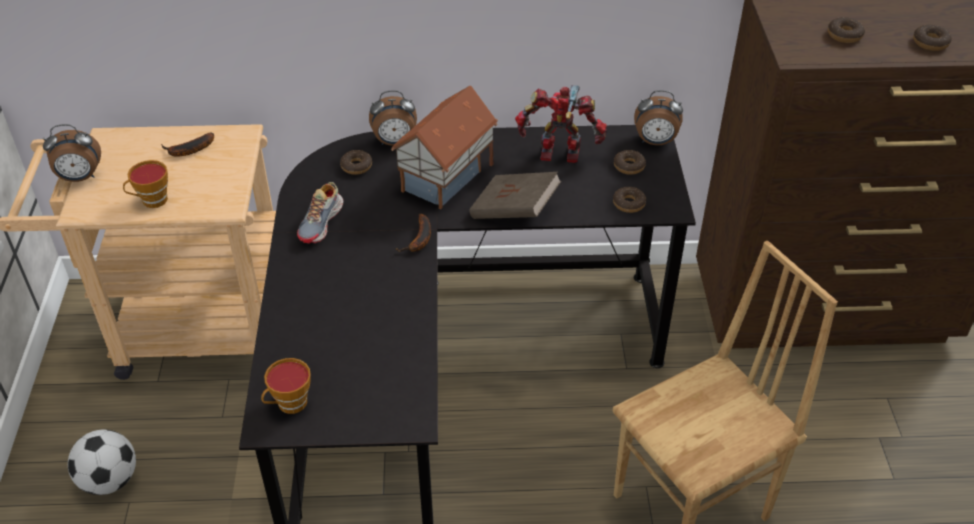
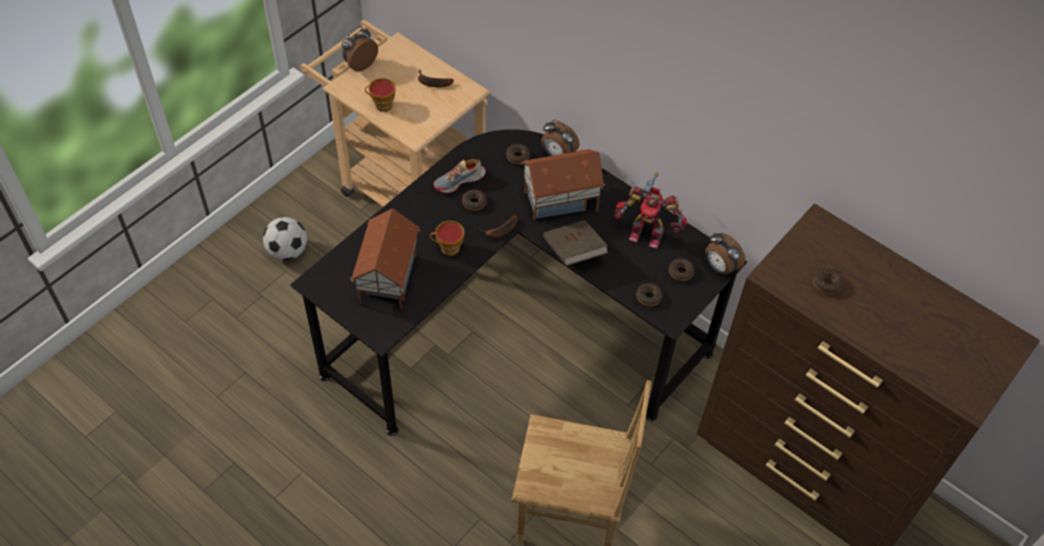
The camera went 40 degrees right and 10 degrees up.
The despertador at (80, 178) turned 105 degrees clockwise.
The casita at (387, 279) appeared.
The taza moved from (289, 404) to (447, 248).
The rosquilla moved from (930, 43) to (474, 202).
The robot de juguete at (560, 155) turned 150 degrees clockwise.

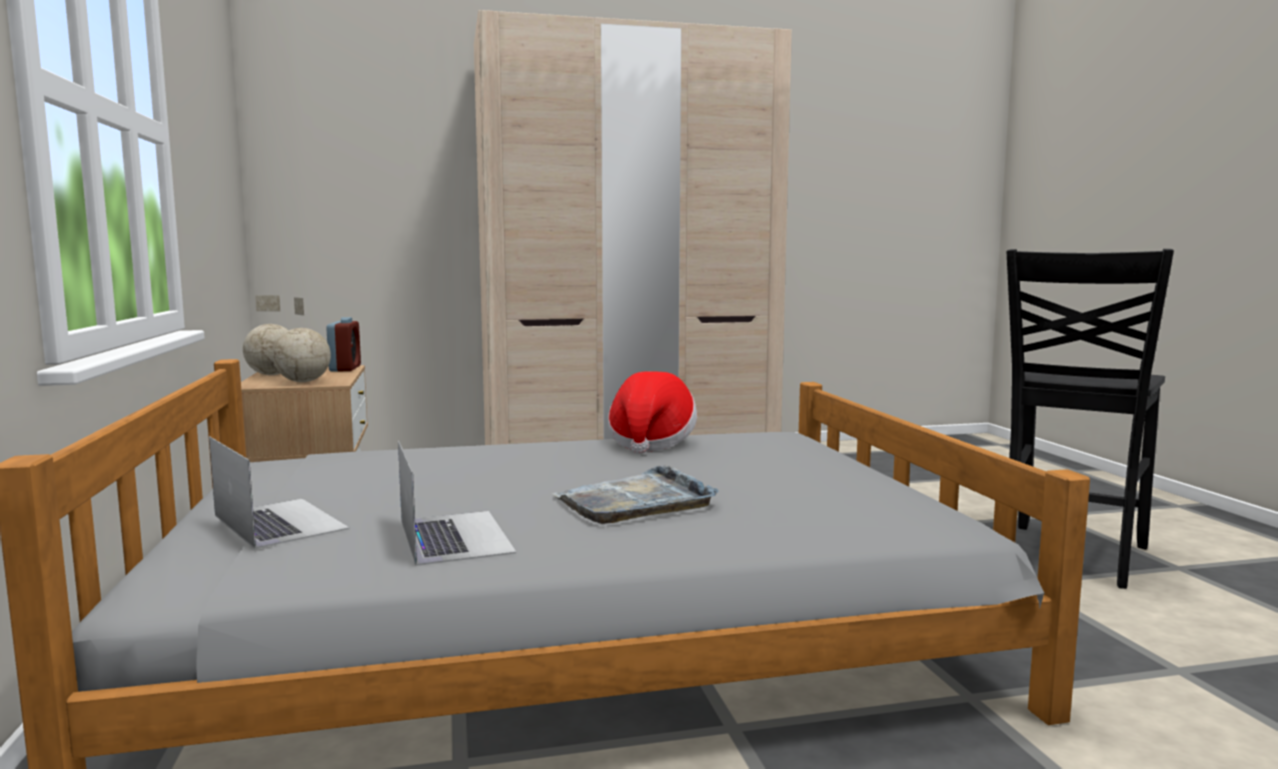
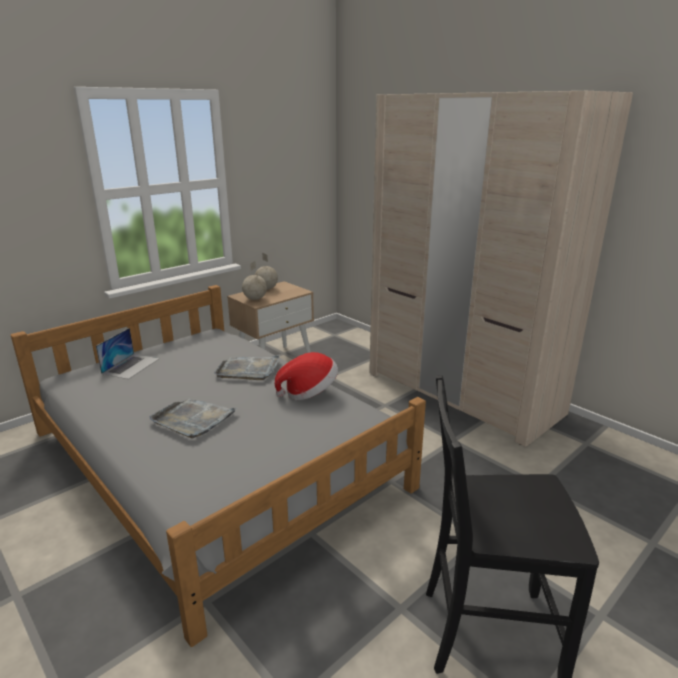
The camera went 60 degrees right and 15 degrees up.
The bandeja [gris] at (248, 369) appeared.
The despertador at (345, 368) disappeared.
The portátil at (454, 536) disappeared.

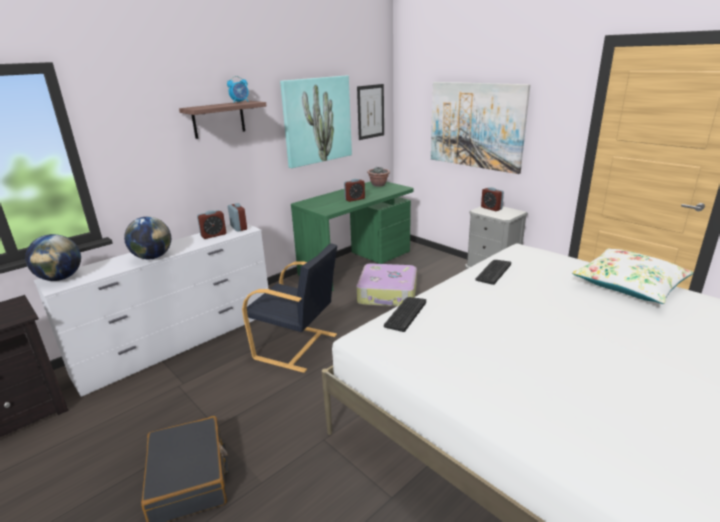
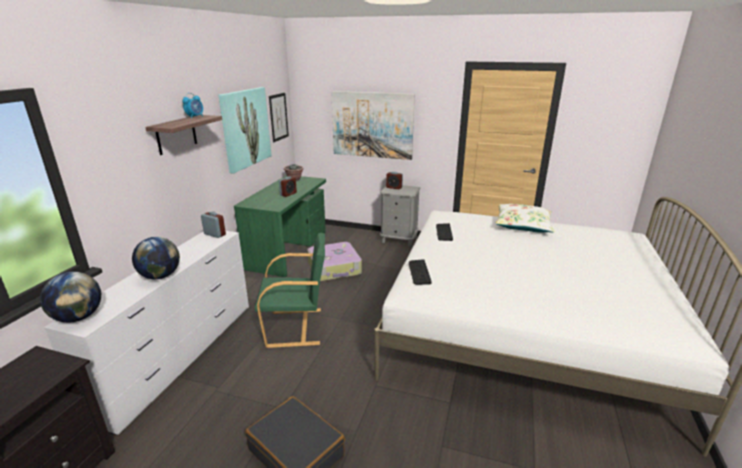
The camera went 30 degrees left and 0 degrees up.
The sillón [negro] at (297, 347) became the sillón [verde] at (296, 327).
The despertador at (213, 235) disappeared.

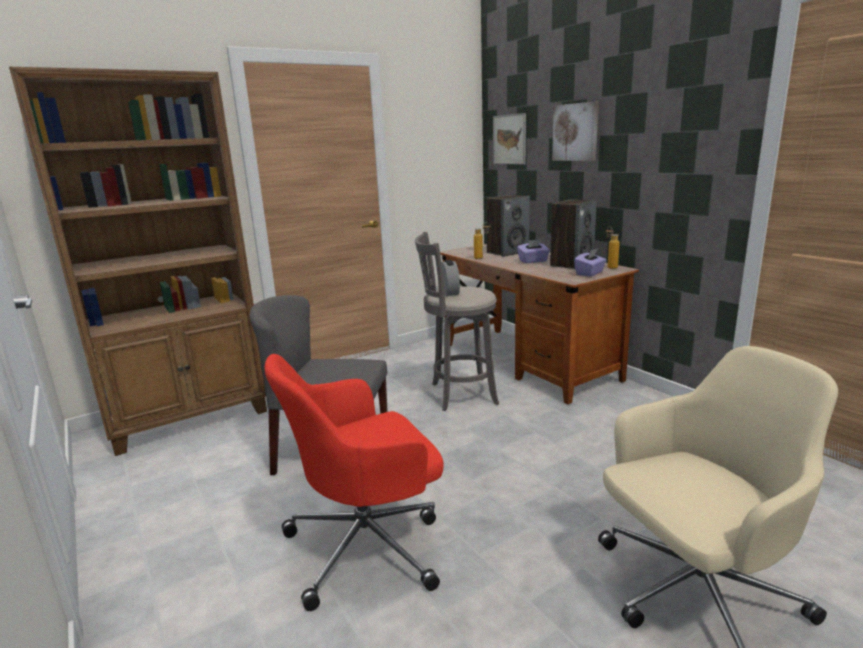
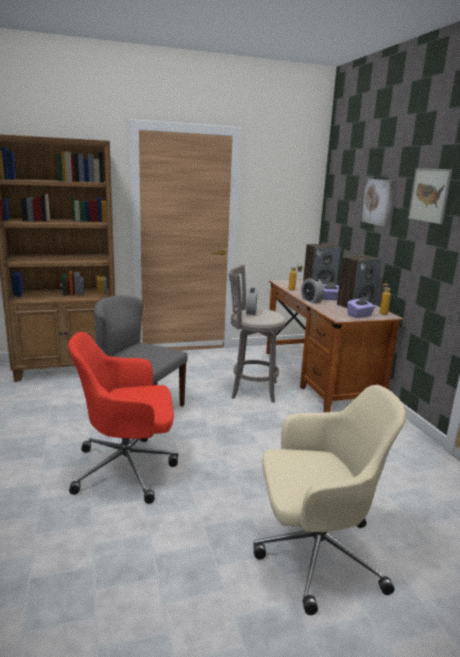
The camera went 15 degrees right and 0 degrees up.
The despertador at (311, 300) appeared.
The cuadro moved from (509, 139) to (429, 195).

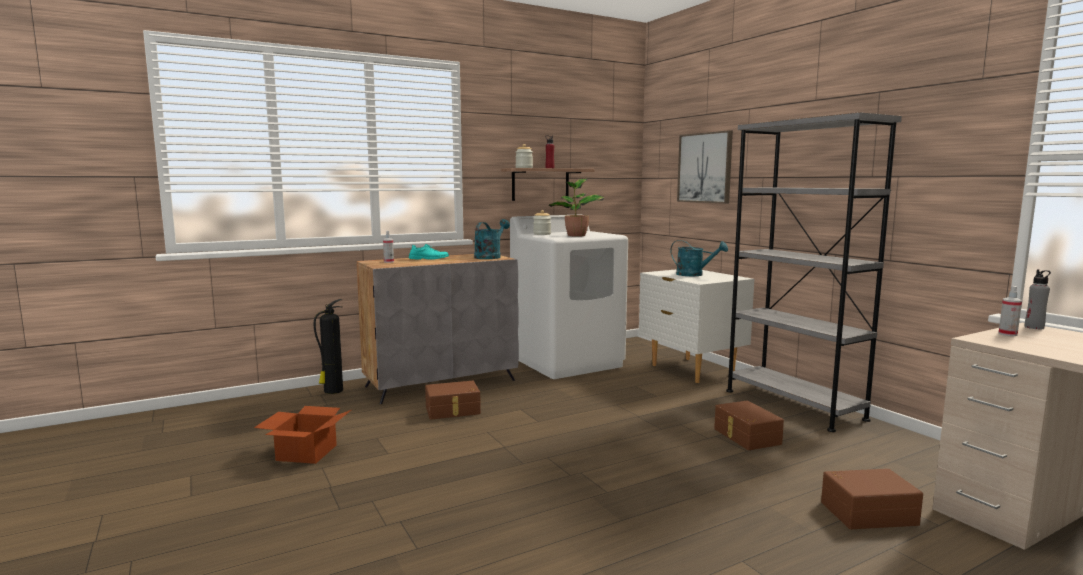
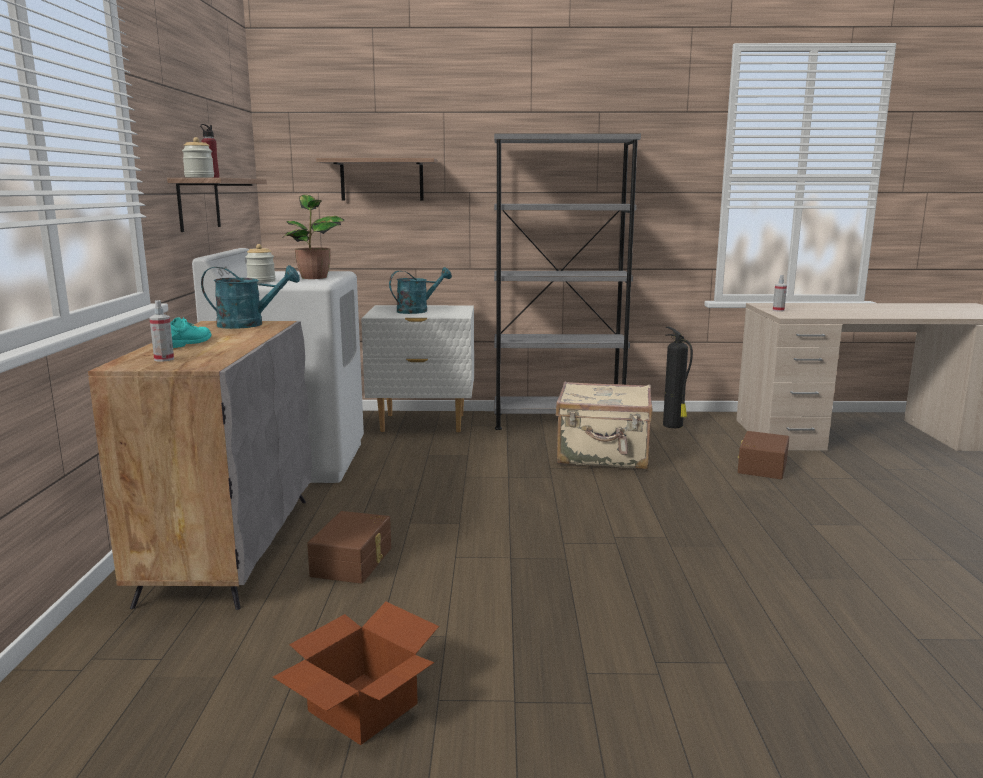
The camera went 60 degrees left and 5 degrees up.
The regadera [turquesa] at (490, 257) turned 120 degrees clockwise.
The cuadro at (705, 168) was replaced by the estante at (382, 180).
The caja de almacenaje [marrón] at (746, 436) was replaced by the maleta [beis] at (604, 455).
The extintor moved from (332, 391) to (673, 426).
The botella [gris] at (1034, 327) disappeared.

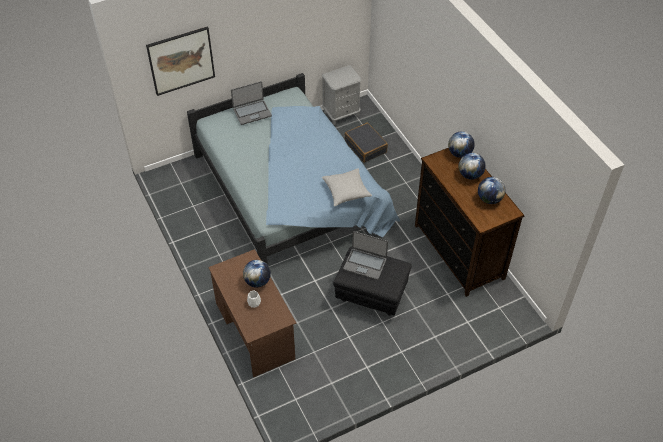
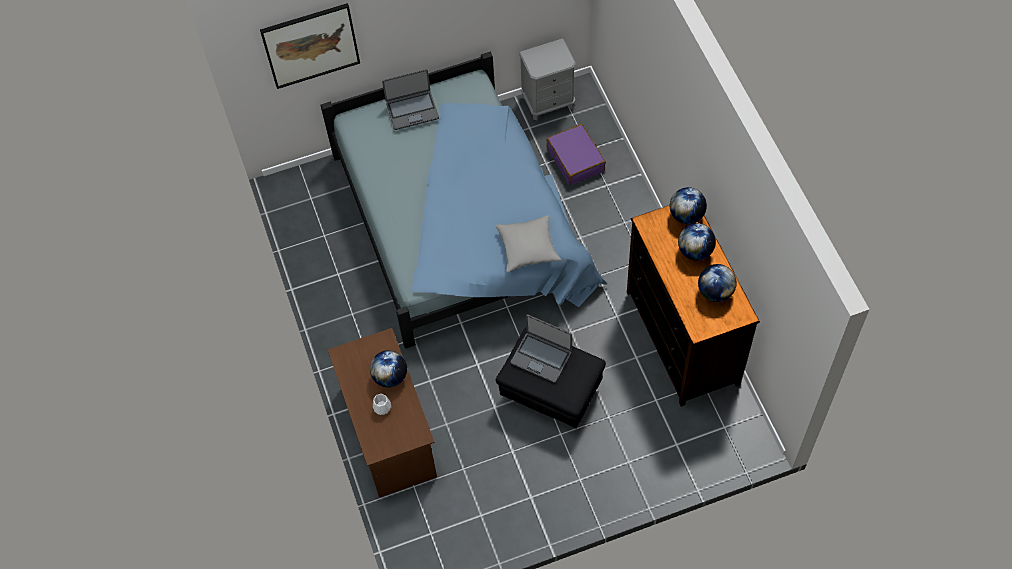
The camera went 10 degrees right and 10 degrees up.
The maleta [negro] at (366, 147) became the maleta [morado] at (576, 160).

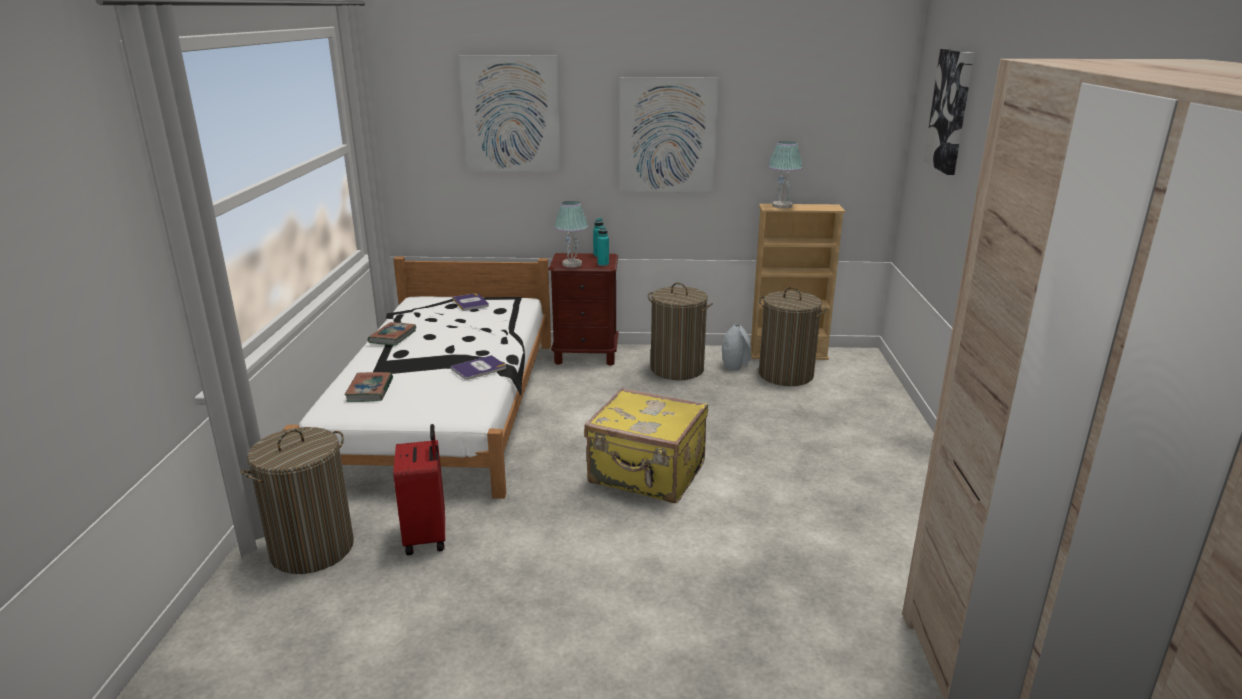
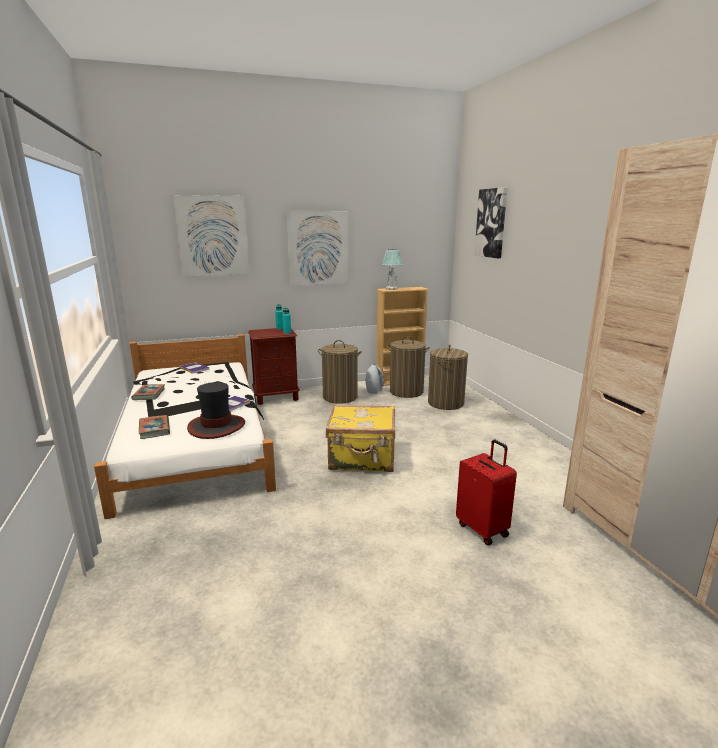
The camera went 20 degrees left and 5 degrees down.
The sombrero at (216, 426) appeared.
The cesto de la ropa moved from (312, 549) to (445, 403).
The maleta [rojo] moved from (427, 537) to (483, 529).
The lámpara de mesa at (572, 264) disappeared.

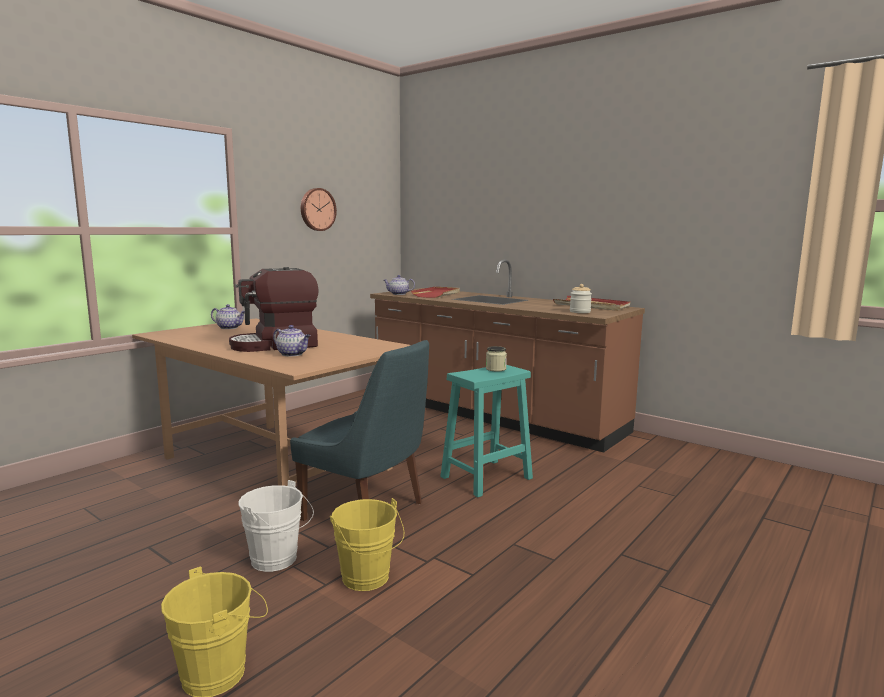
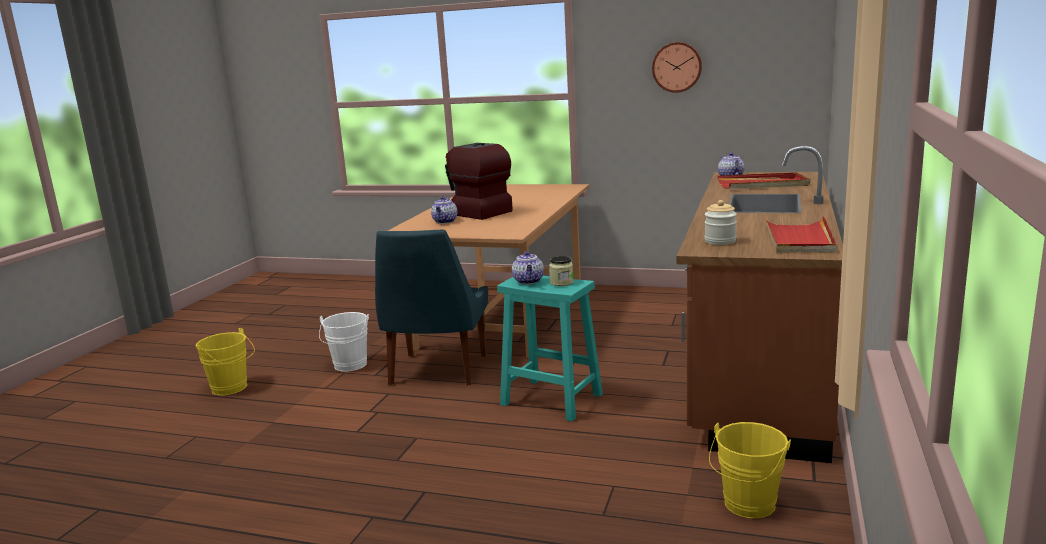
The camera went 70 degrees right and 5 degrees up.
The tetera moved from (230, 328) to (529, 281).
The cubo [amarillo] moved from (368, 580) to (747, 507).

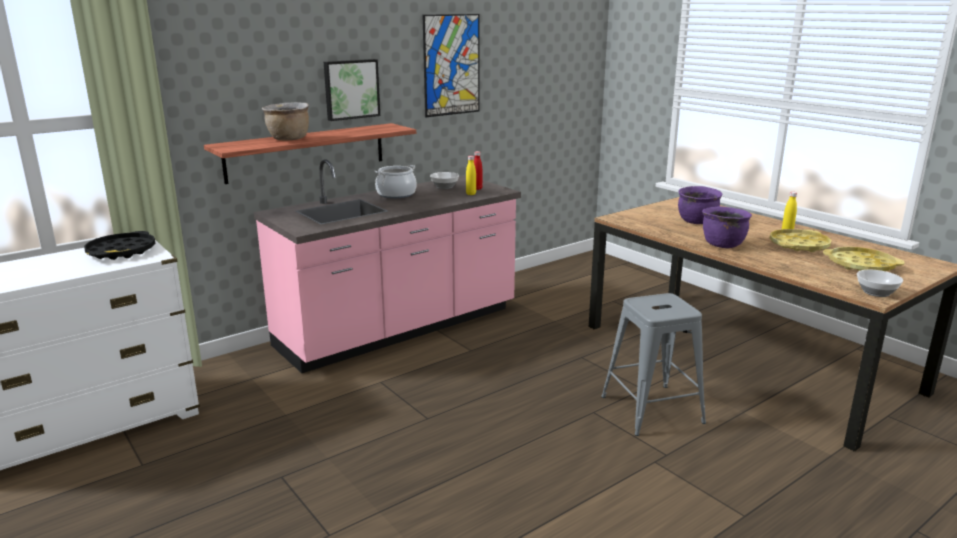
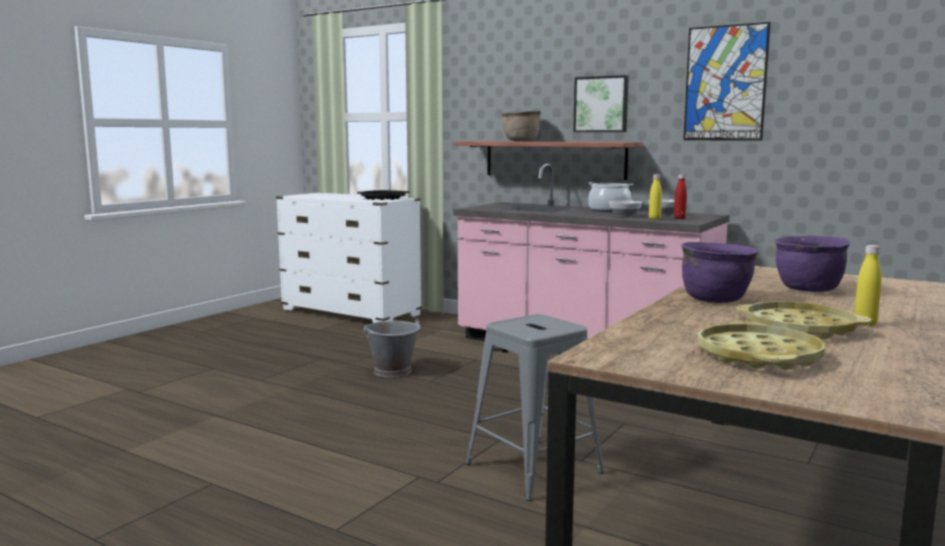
The camera went 70 degrees right and 10 degrees down.
The cubo [gris] at (393, 371) appeared.
The cuenco moved from (876, 293) to (624, 215).

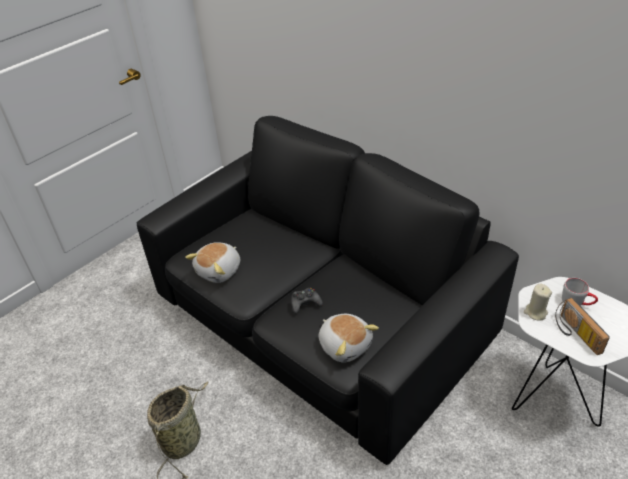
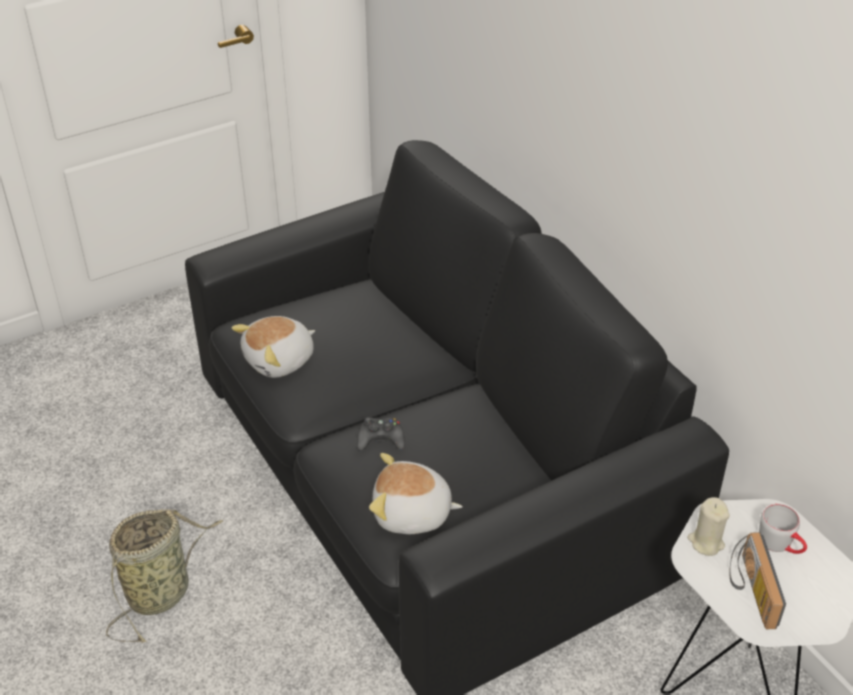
The camera went 15 degrees right and 0 degrees up.
The peluche at (345, 345) turned 120 degrees clockwise.

